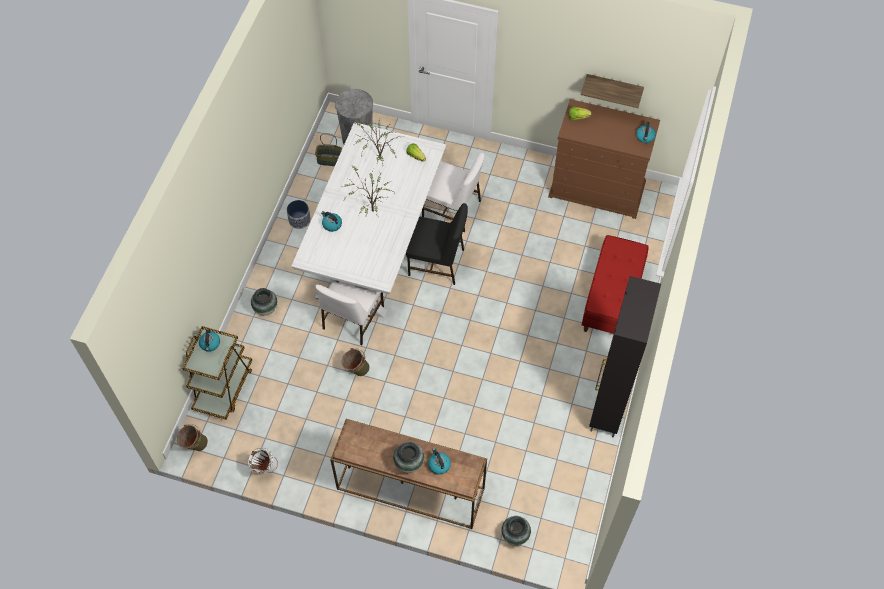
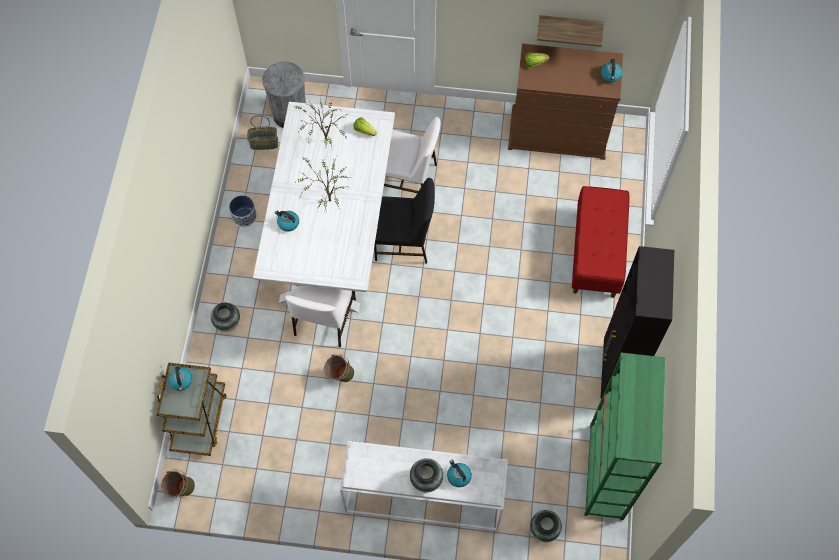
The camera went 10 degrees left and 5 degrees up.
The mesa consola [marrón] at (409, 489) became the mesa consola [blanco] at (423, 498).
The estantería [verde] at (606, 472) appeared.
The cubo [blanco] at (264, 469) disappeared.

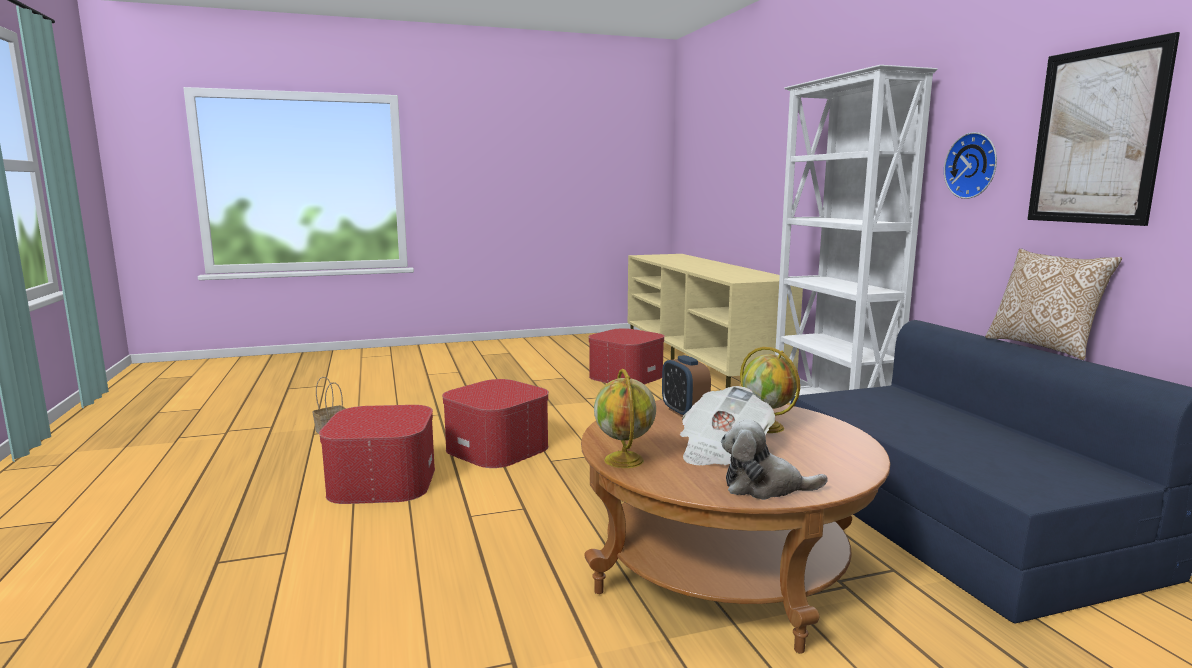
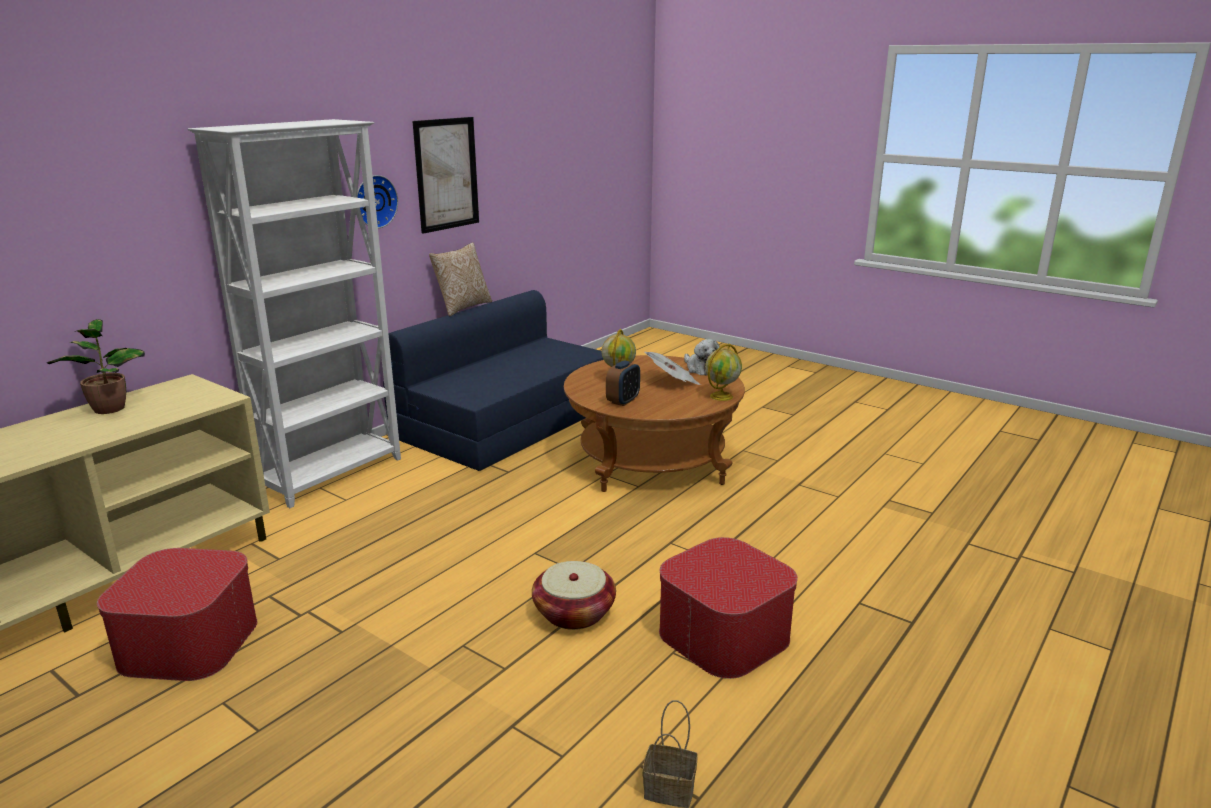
The camera went 125 degrees left and 10 degrees up.
The planta en maceta at (109, 408) appeared.
The puf at (498, 447) was replaced by the cesta at (574, 613).

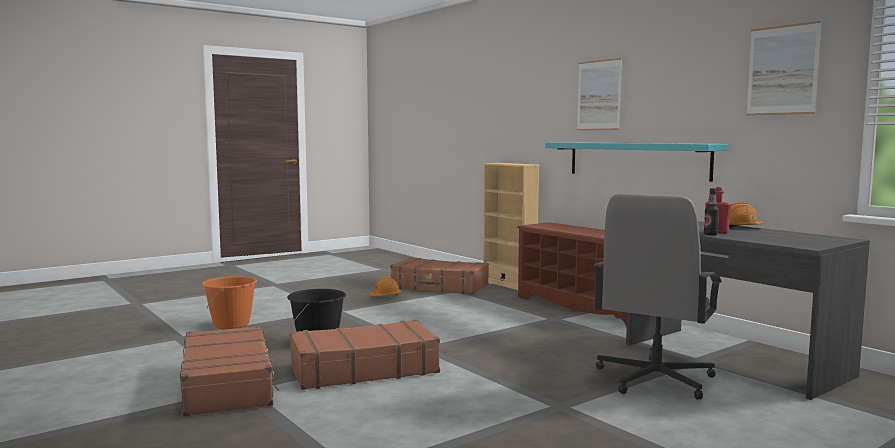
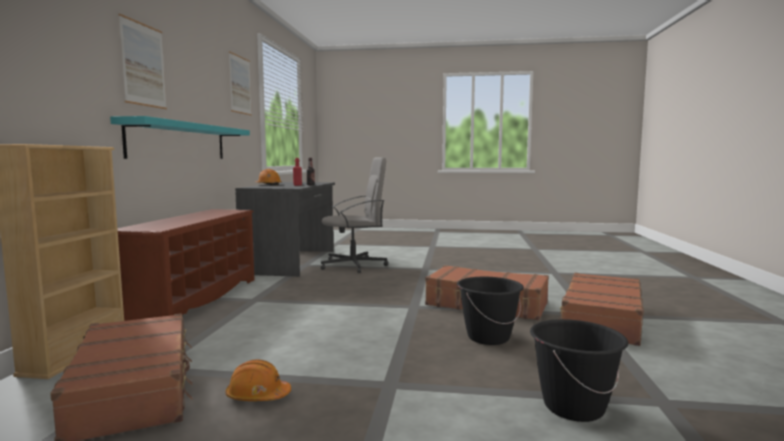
The camera went 135 degrees left and 0 degrees up.
The cubo [naranja] at (231, 325) became the cubo [negro] at (573, 407).

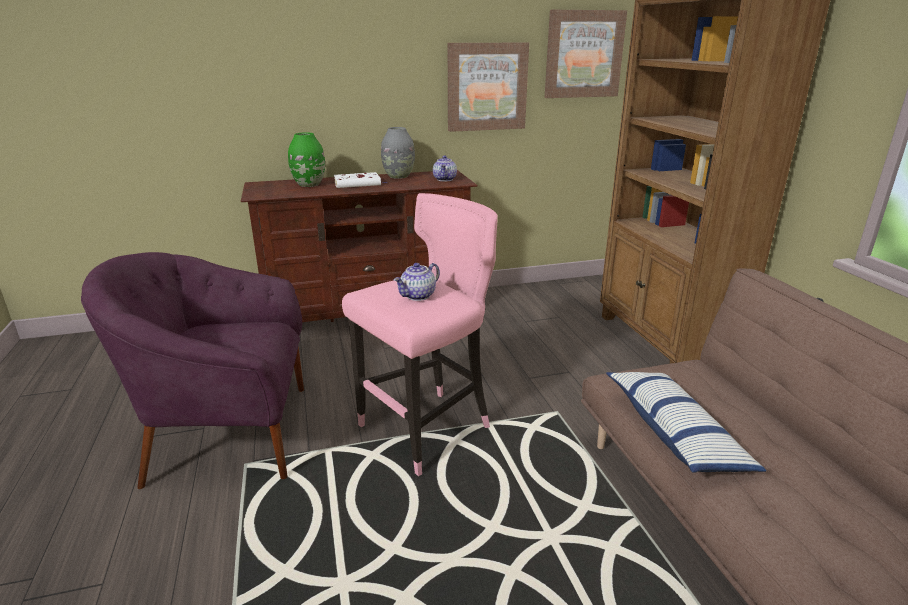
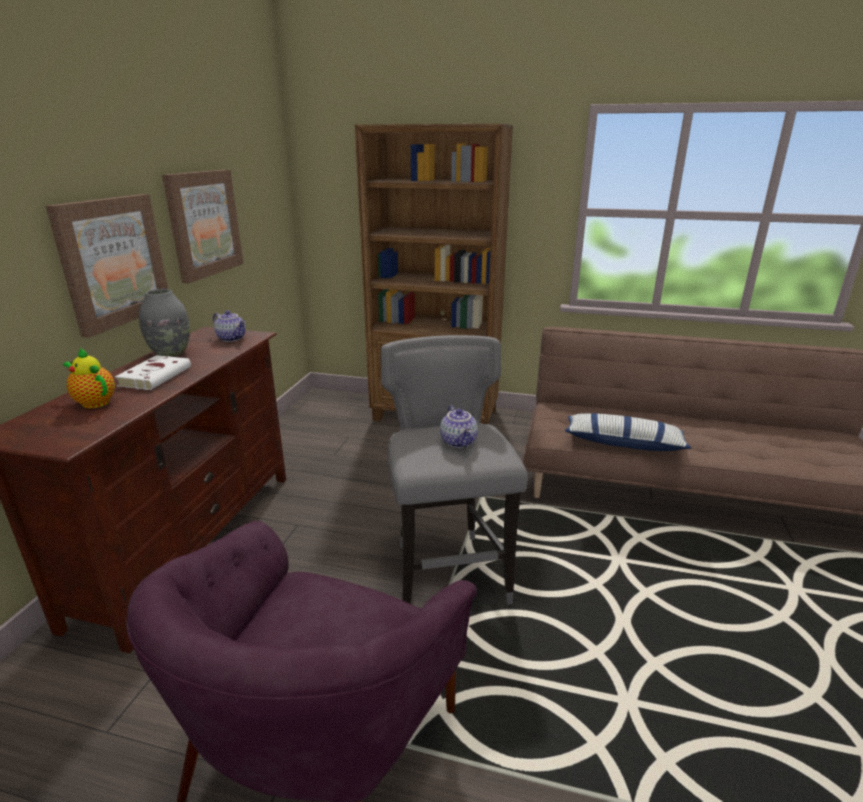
The camera went 60 degrees left and 0 degrees up.
The cuadro moved from (583, 54) to (113, 262).
The florero [verde] at (309, 184) was replaced by the tetera at (94, 402).
The taburete [rosa] at (427, 429) became the taburete [gris] at (447, 574).

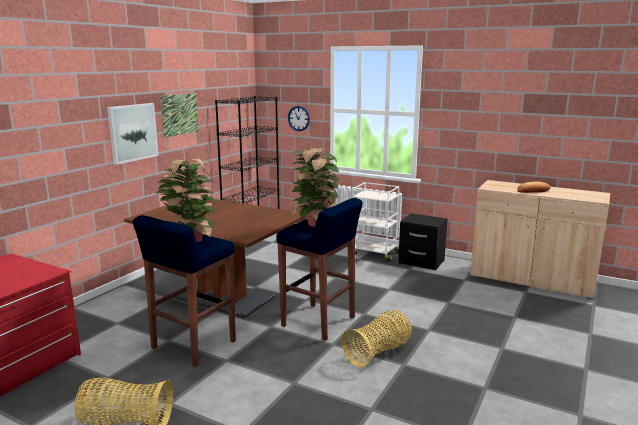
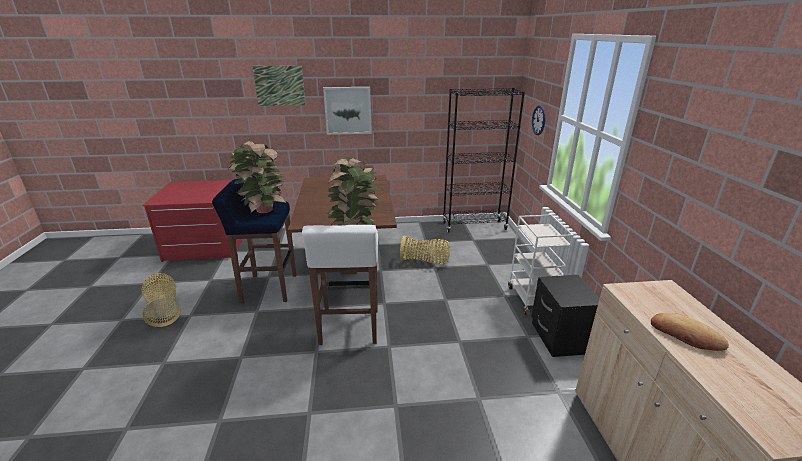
The camera went 55 degrees right and 10 degrees up.
The cuadro moved from (179, 114) to (279, 85).
The taburete [azul] at (319, 322) became the taburete [blanco] at (349, 327).
The cesta moved from (378, 352) to (425, 261).

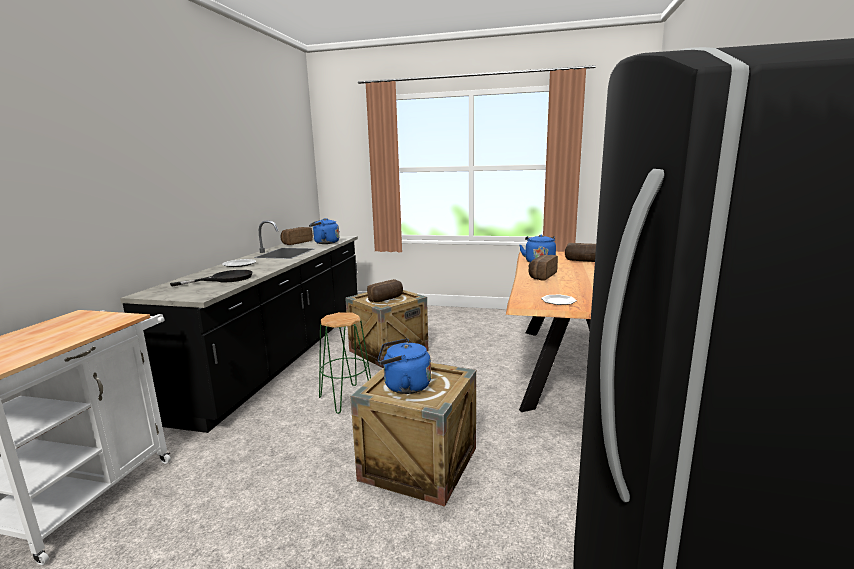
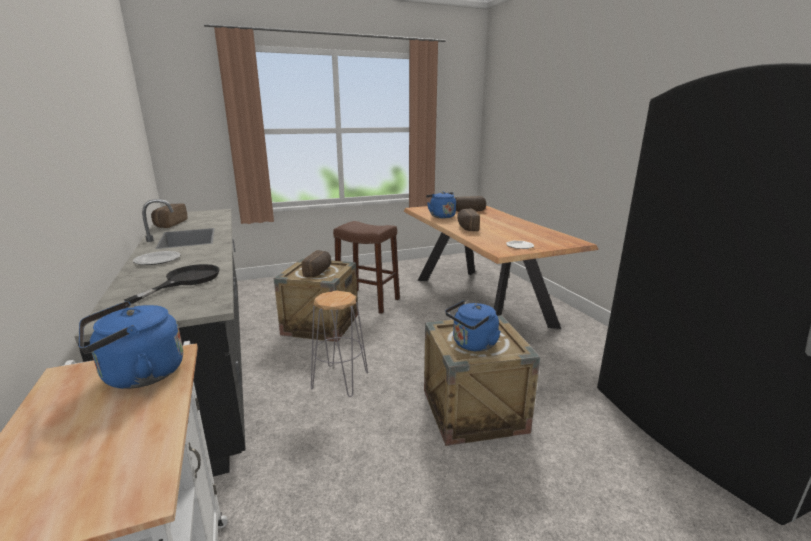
The camera went 35 degrees left and 5 degrees up.
The hervidor [azul] moved from (325, 243) to (138, 375).
The taburete [verde] at (346, 399) became the taburete [gris] at (340, 381).
The taburete [marrón] at (368, 301) appeared.

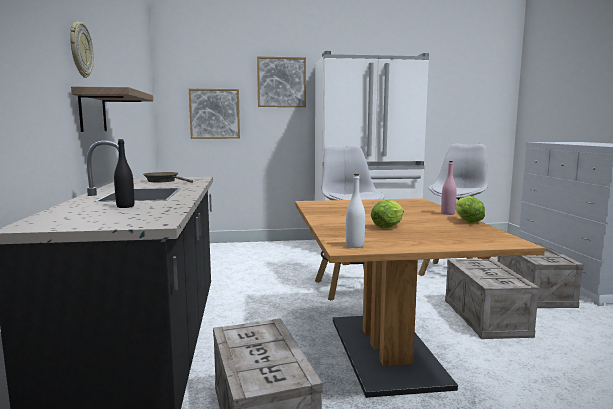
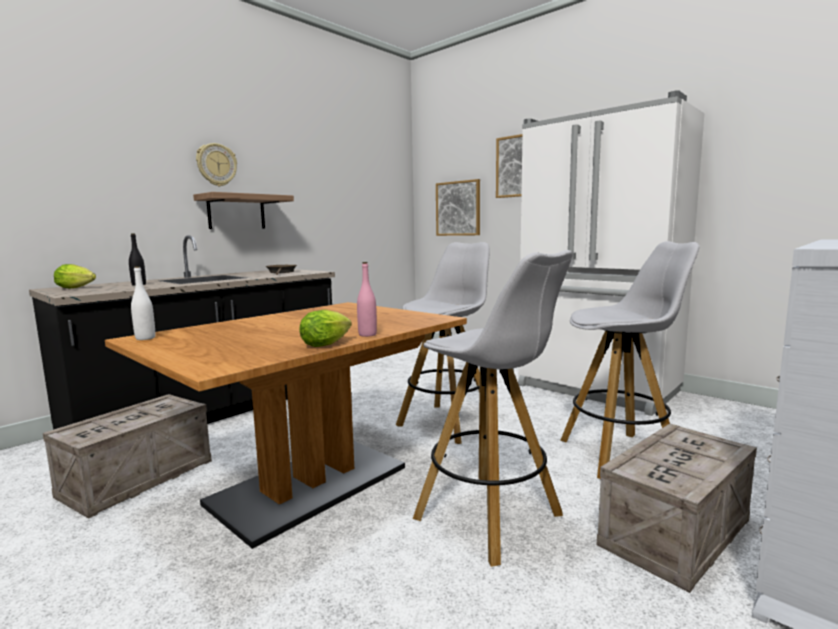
The camera went 50 degrees right and 0 degrees up.
The lechuga moved from (389, 226) to (77, 288).
The caja de embalaje at (486, 318) was replaced by the taburete [blanco] at (490, 518).

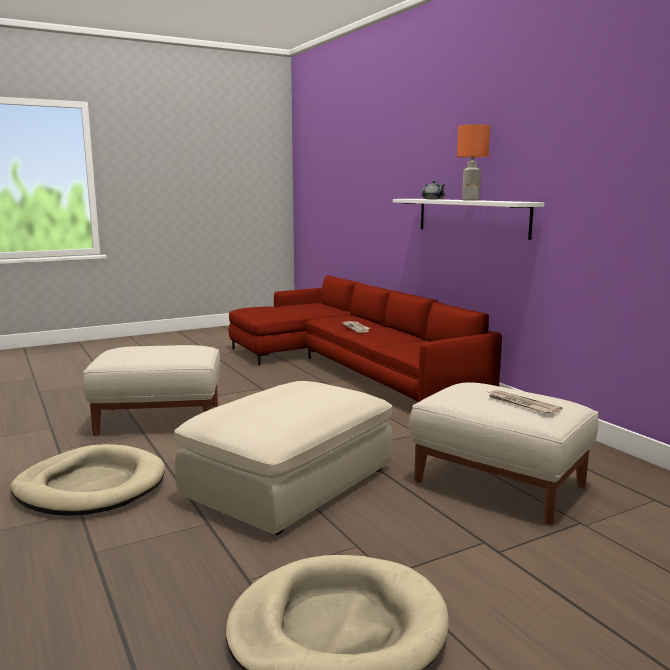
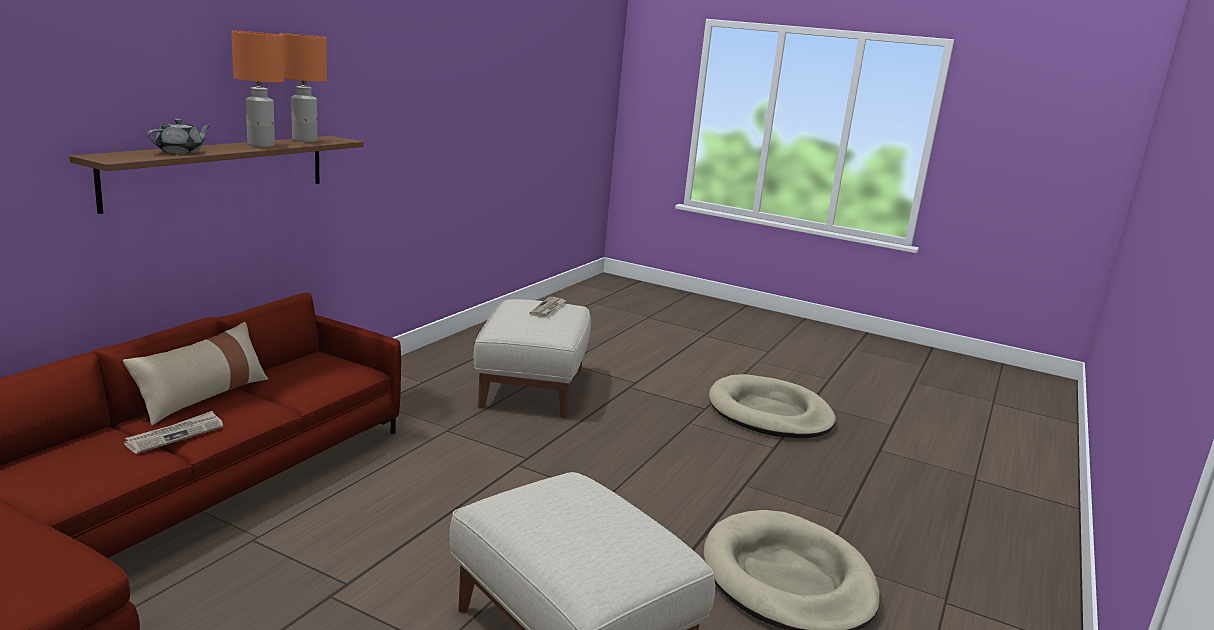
The camera went 125 degrees left and 5 degrees up.
The estante [blanco] at (471, 217) became the estante [marrón] at (220, 170).
The cojín [beis] at (203, 396) appeared.
The lámpara de mesa [naranja] at (304, 140) appeared.
The puf [beis] at (290, 484) disappeared.

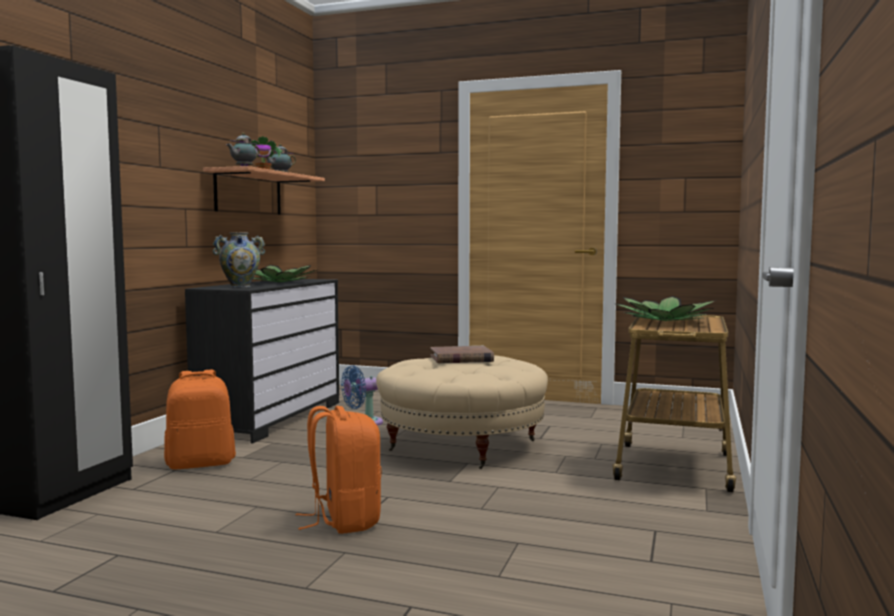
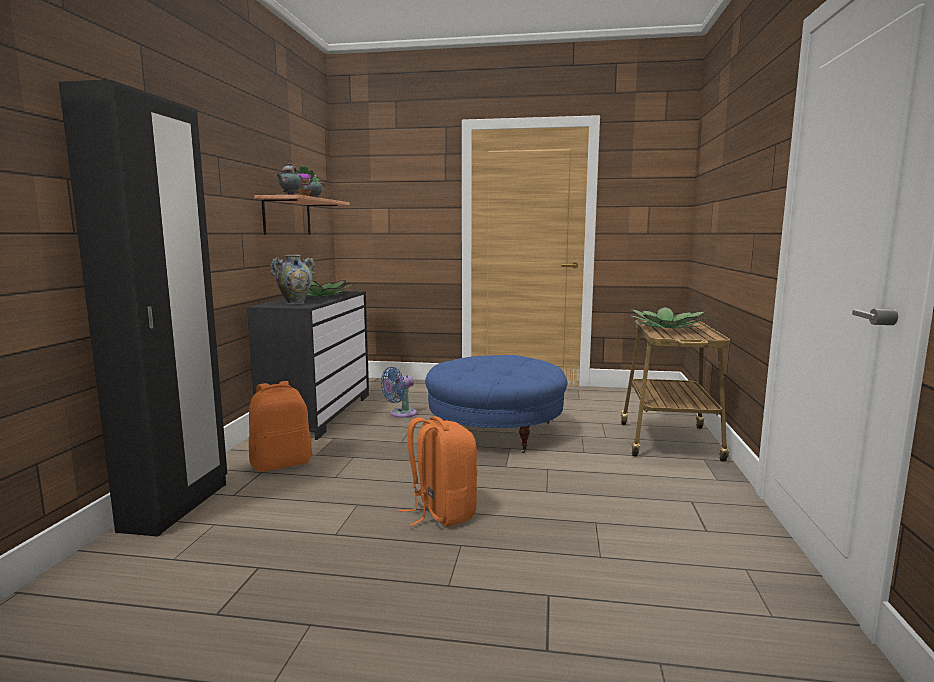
The camera went 10 degrees left and 5 degrees up.
The puf [beis] at (462, 445) became the puf [azul] at (495, 431).
The libro [marrón] at (461, 358) disappeared.

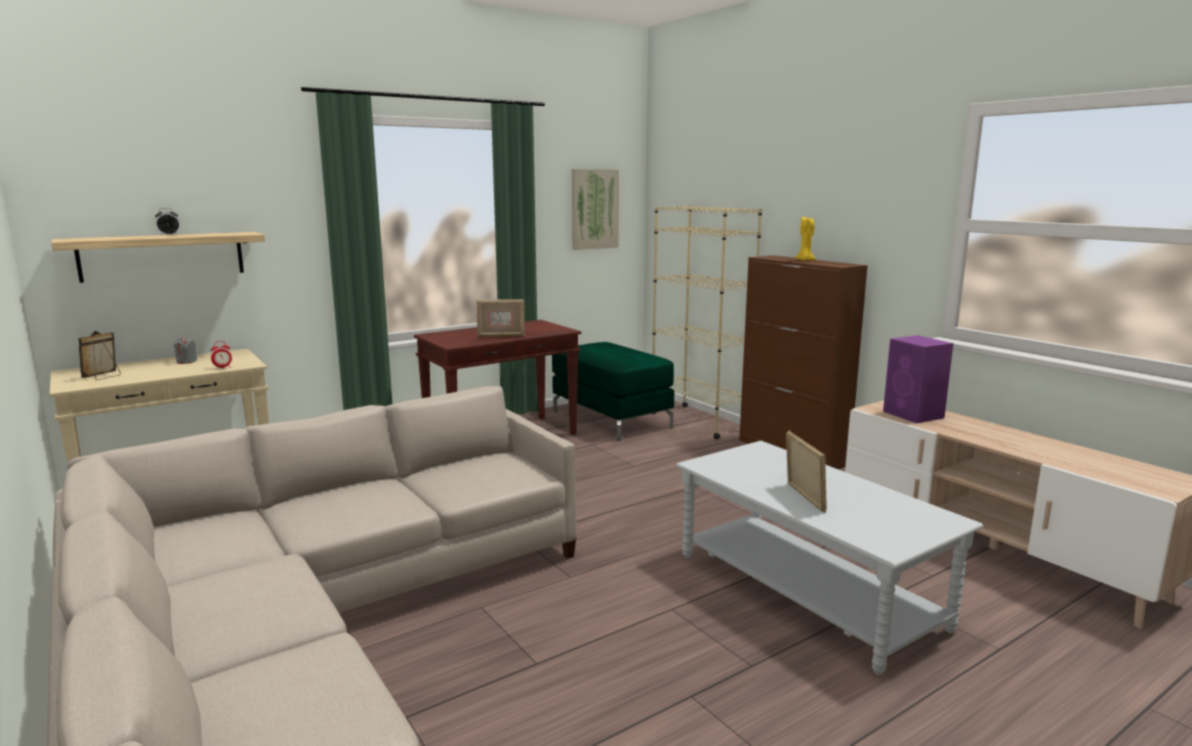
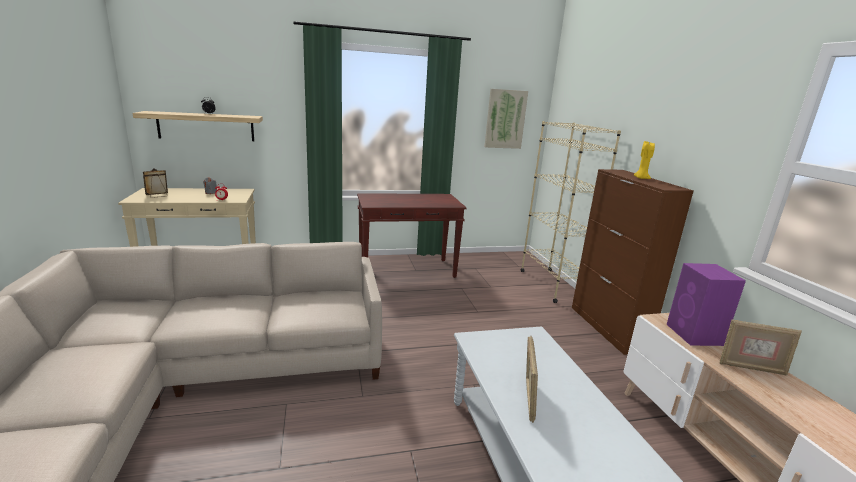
The camera went 20 degrees right and 5 degrees up.
The portarretratos moved from (501, 336) to (751, 368).
The puf [verde] at (610, 419) disappeared.

